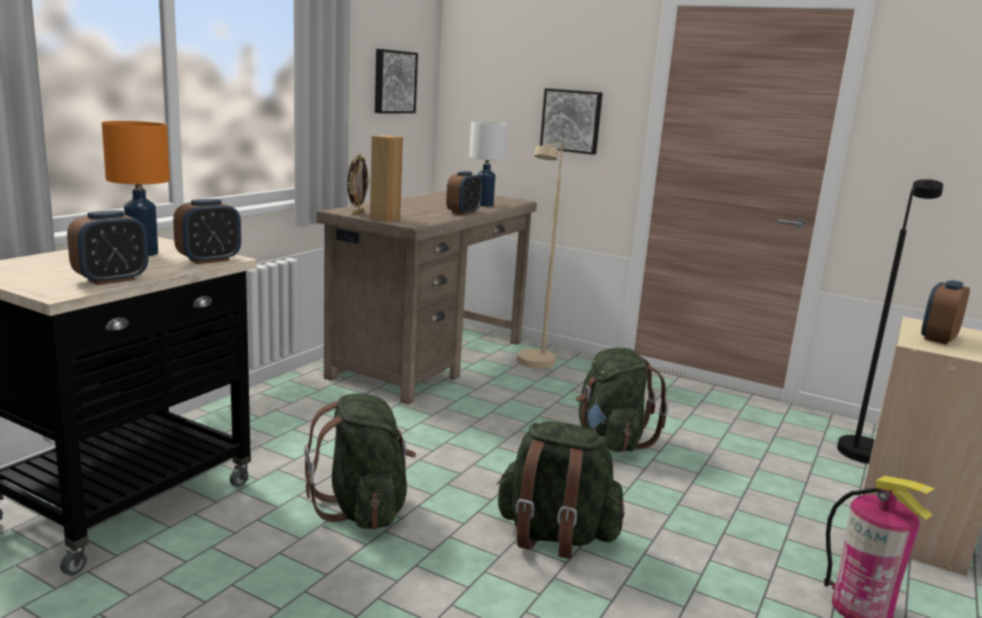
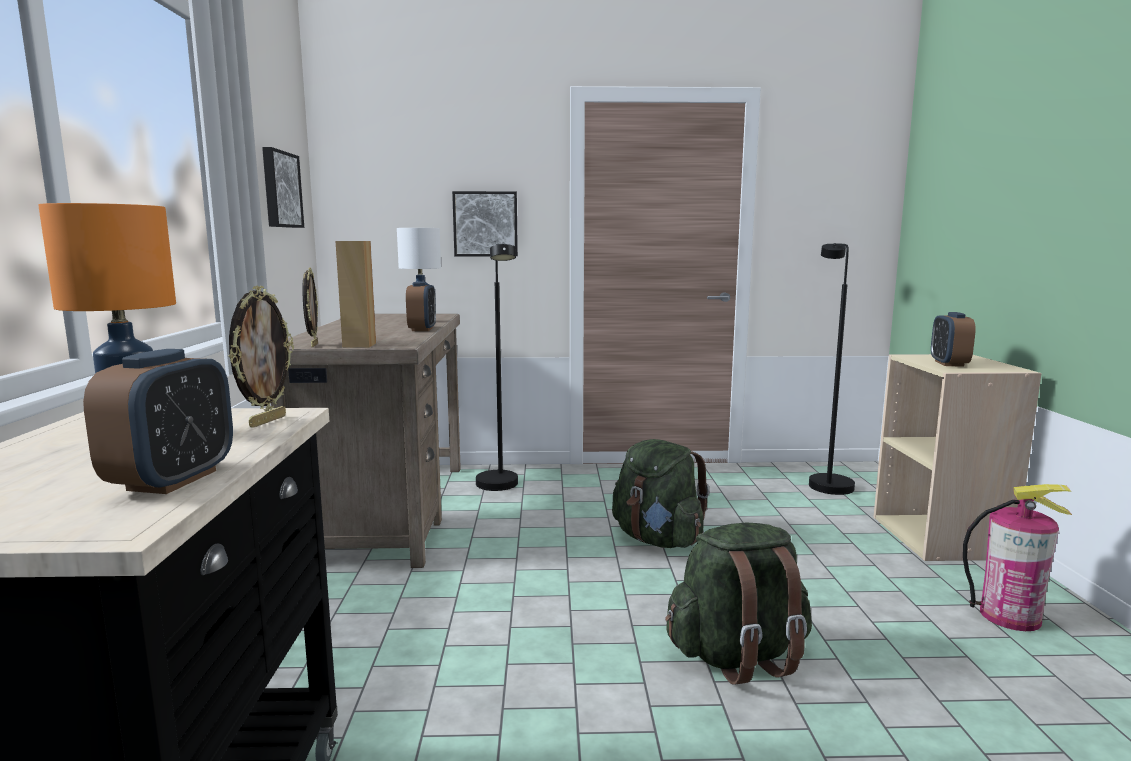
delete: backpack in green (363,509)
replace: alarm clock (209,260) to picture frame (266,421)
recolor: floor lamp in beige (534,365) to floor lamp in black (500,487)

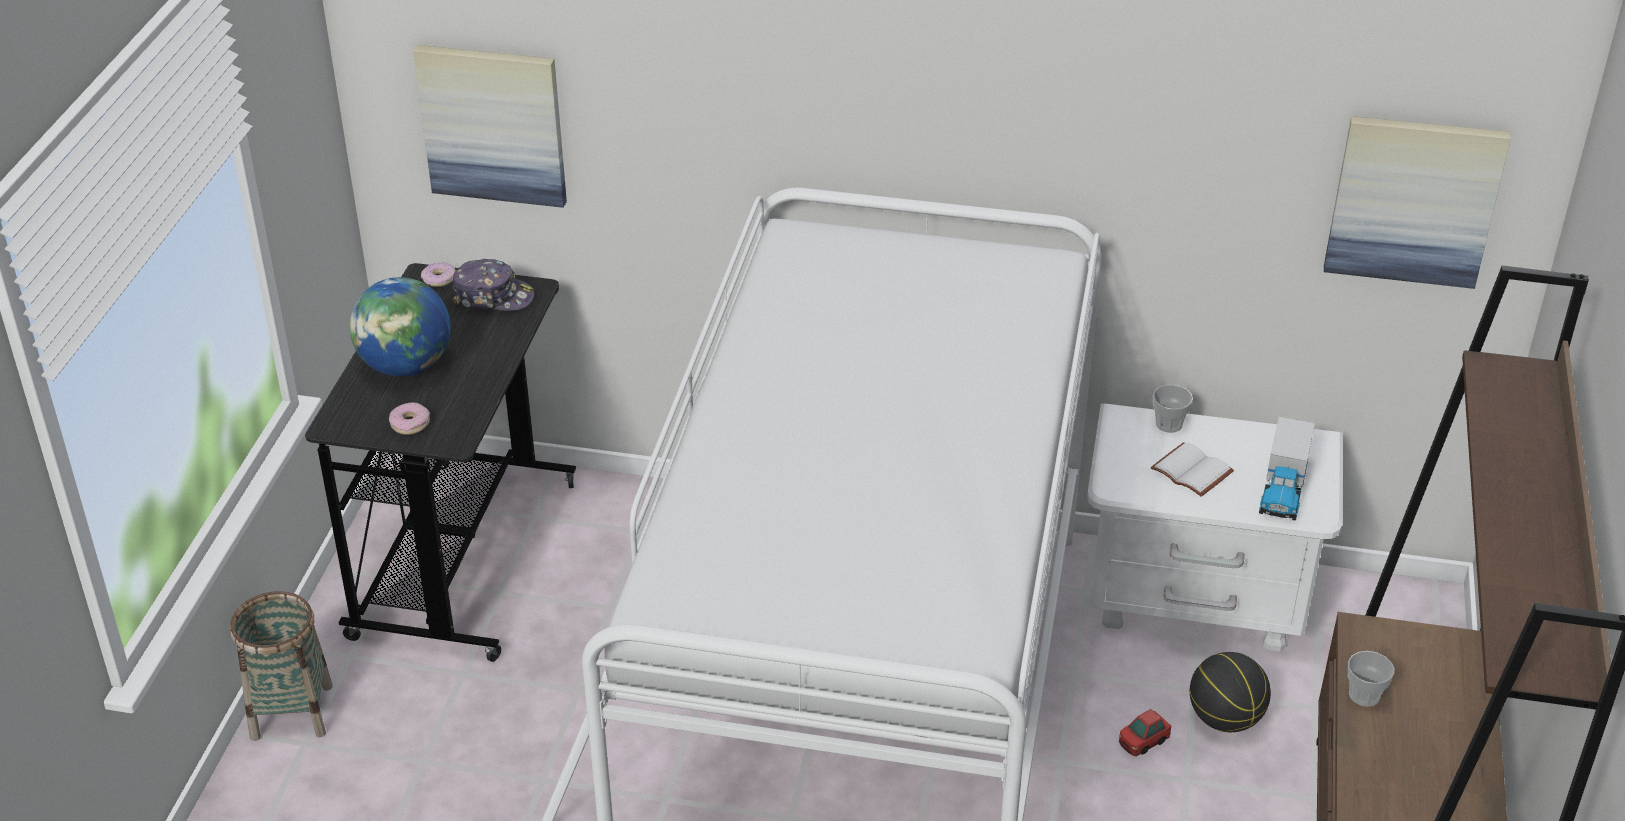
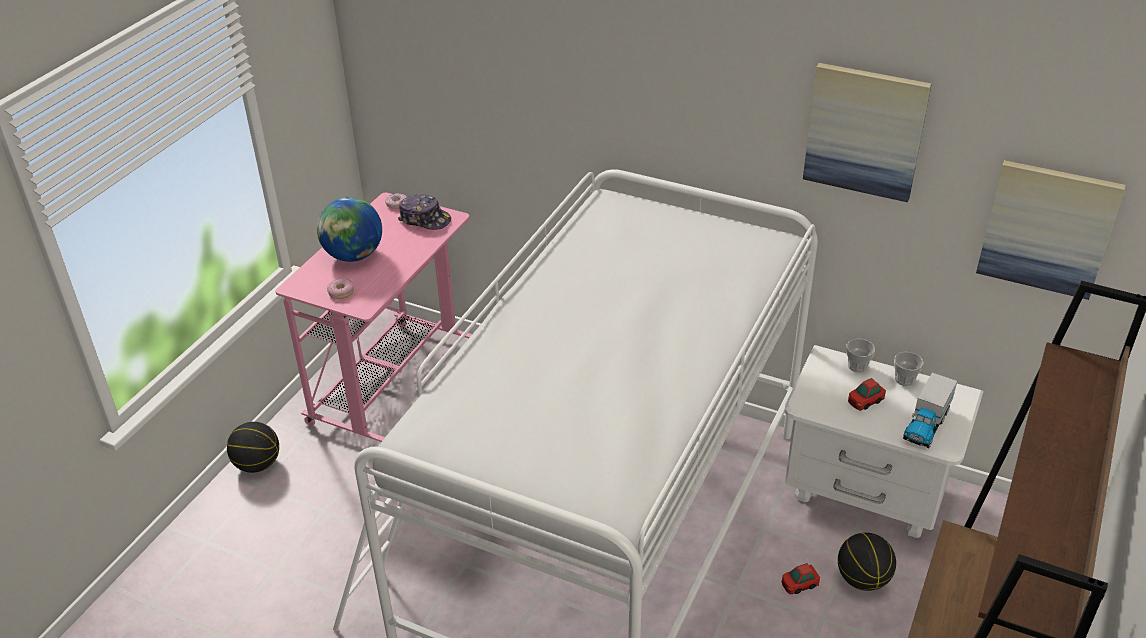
move: picture (493,124) to (865,131); cup (1364,695) to (904,379)
replace: book in white (1193,471) to toy car (865,401); basket (291,711) to basketball (257,464)
recolor: desk in black (465,558) to desk in pink (395,384)

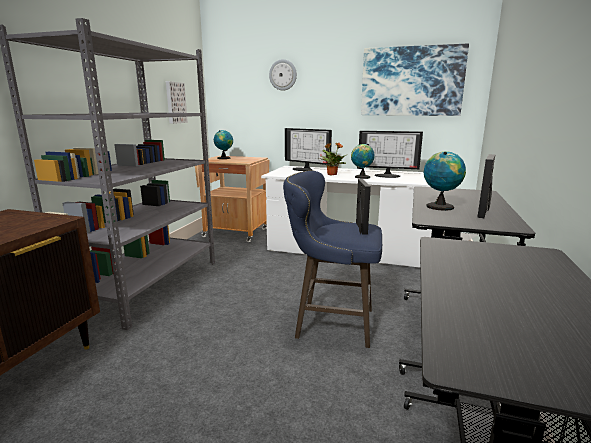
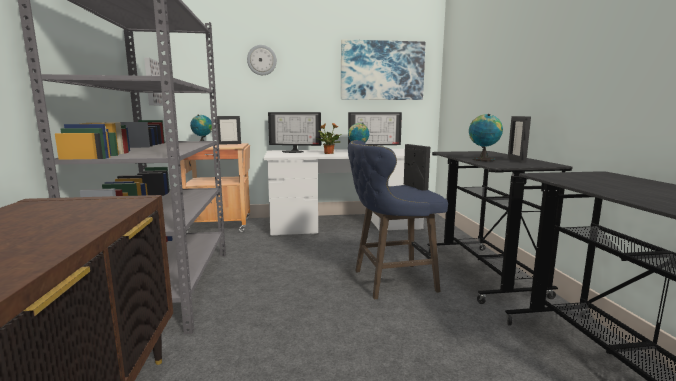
insert: picture frame (229,144)

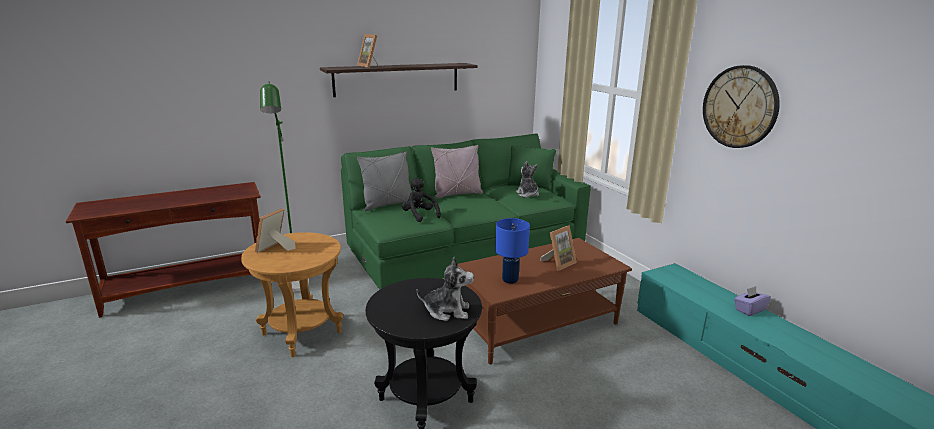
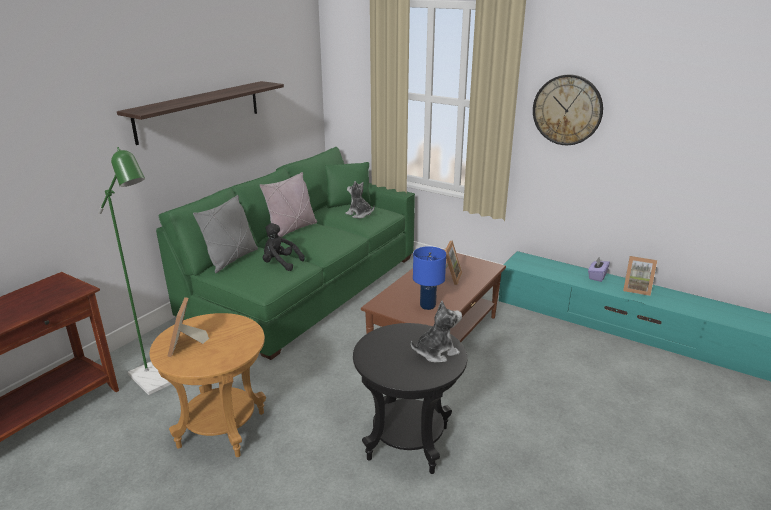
move: picture frame (370,66) to (636,289)

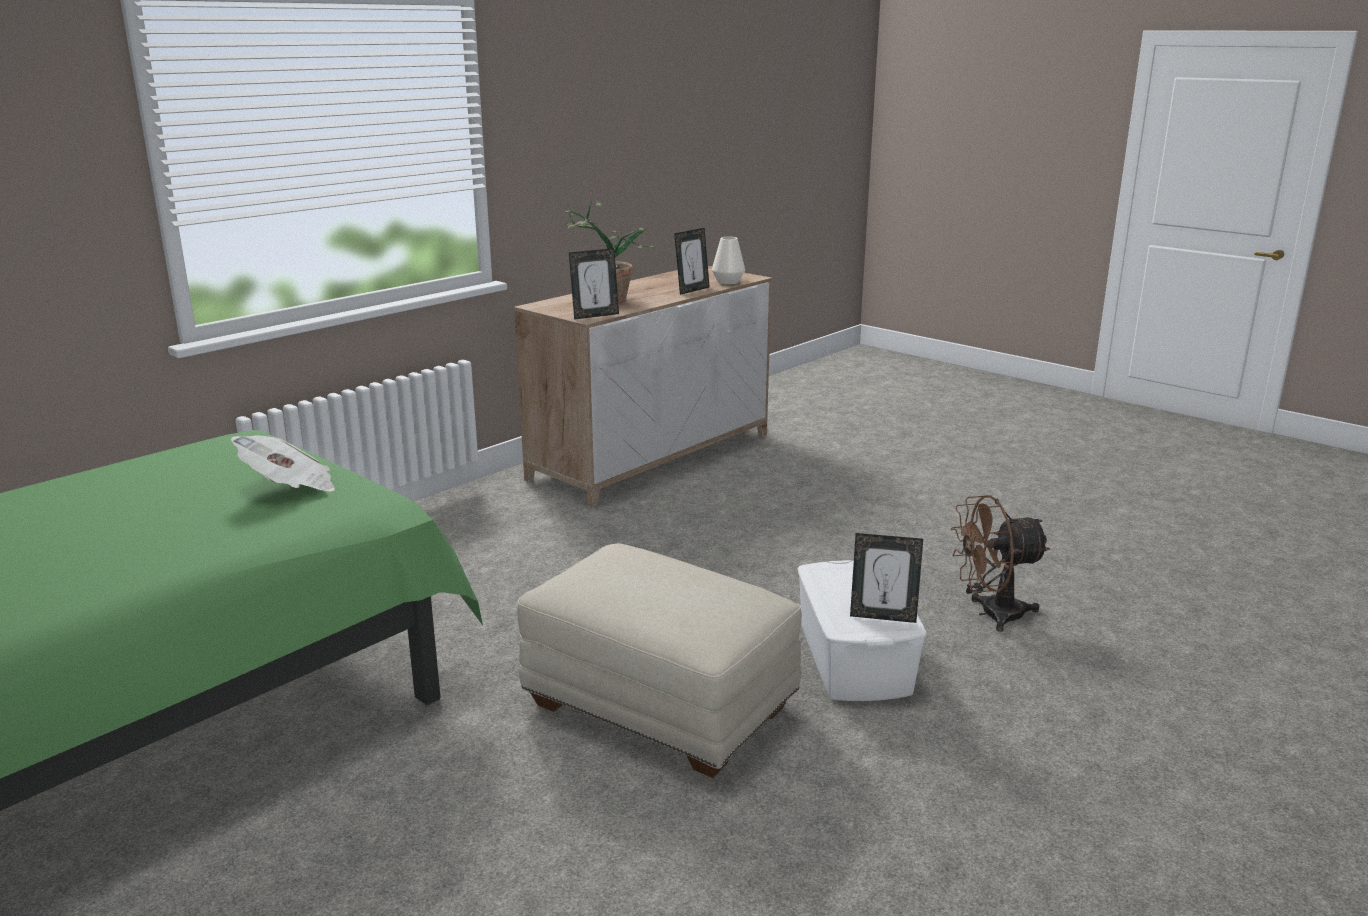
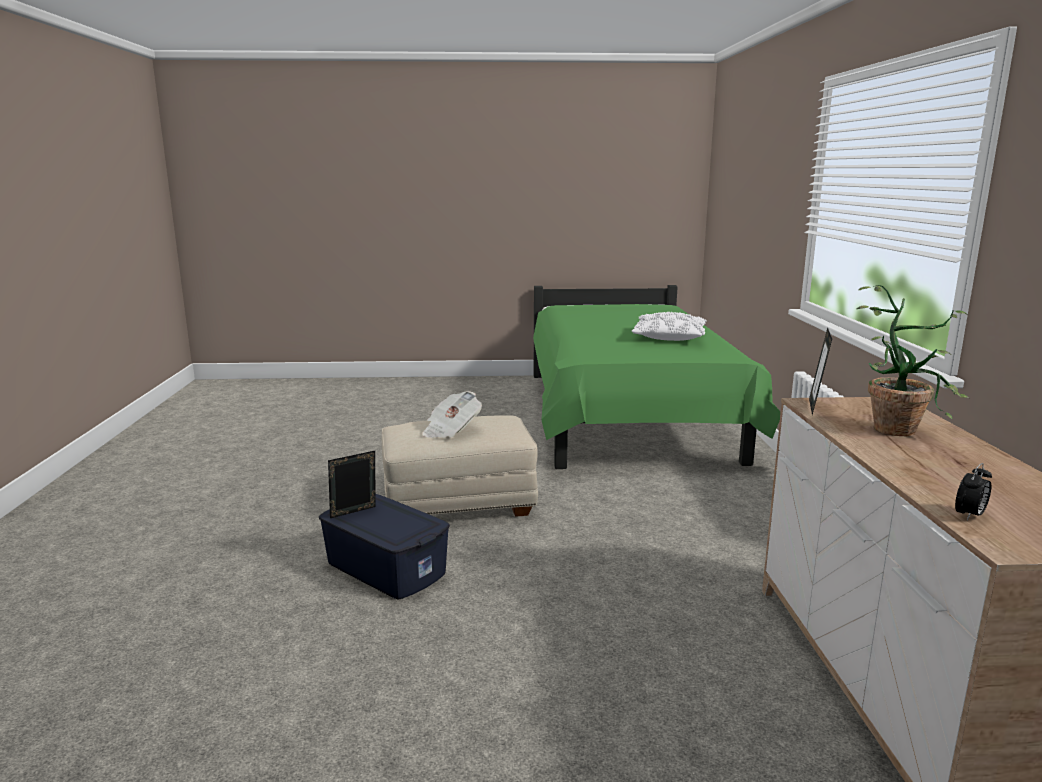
delete: picture frame (692,290); fan in brown (991,614)
insert: pillow in white (669,337)
move: newspaper (290,487) to (451,430)
replace: vase in white (728,282) to alarm clock (969,515)
recolor: storage box in white (853,659) to storage box in blue (386,568)

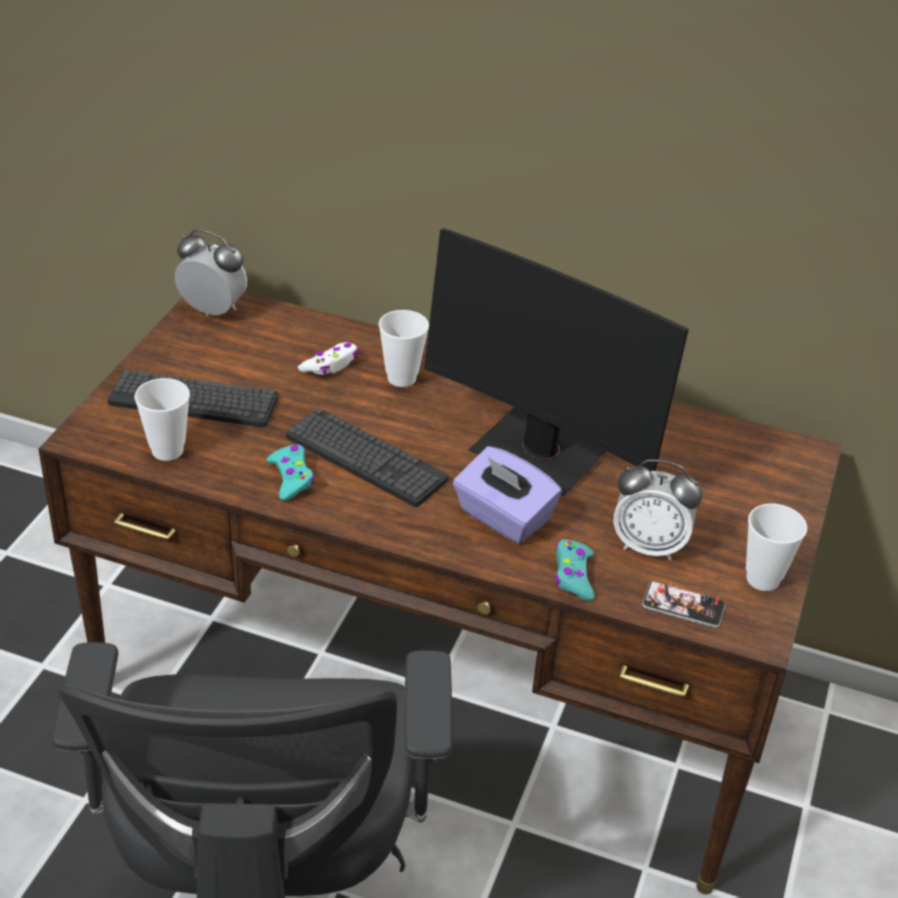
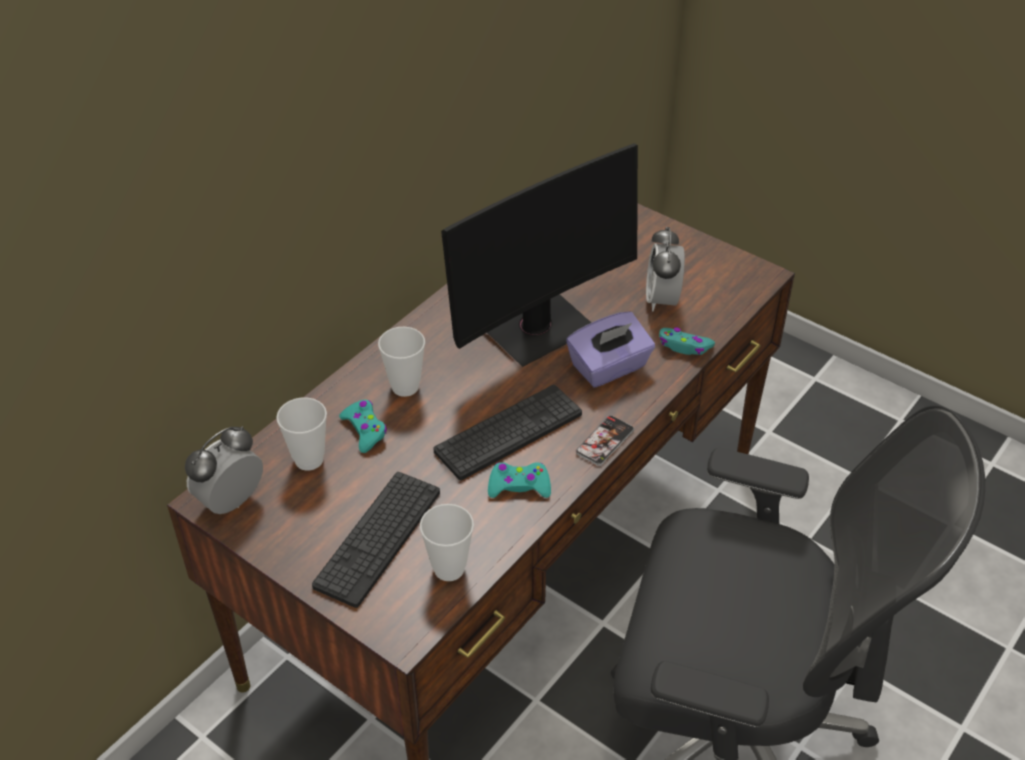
move: cup (762,579) to (309,460); phone (683,606) to (604,441)
recolor: game controller in white (330,365) to game controller in turquoise (365,430)
rotate: alarm clock (649,546) = (662,300) 150 degrees clockwise

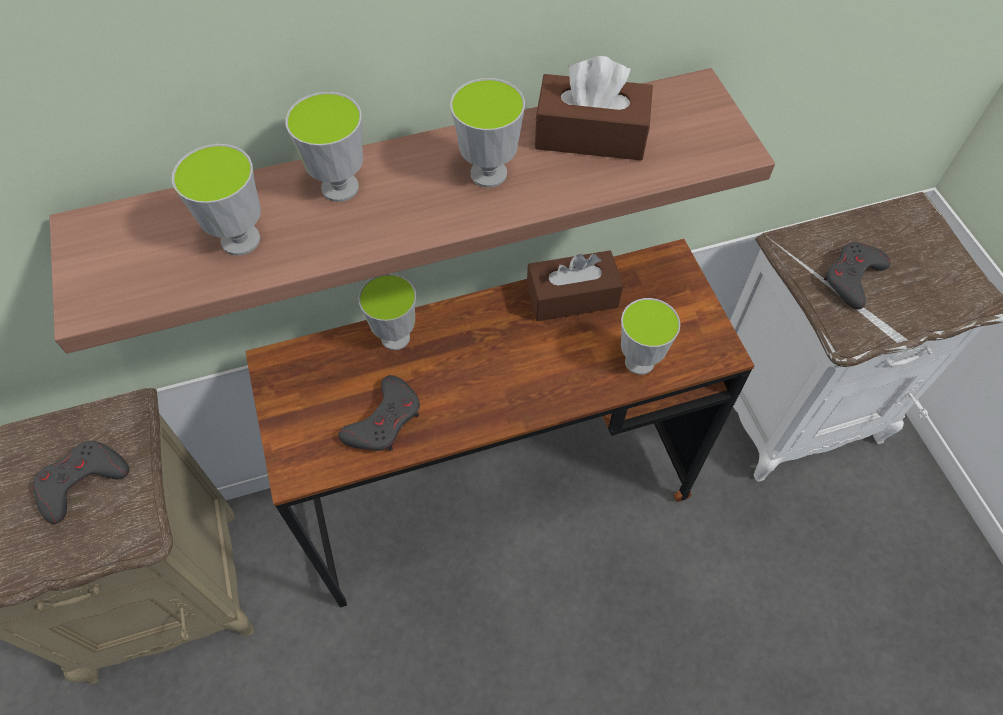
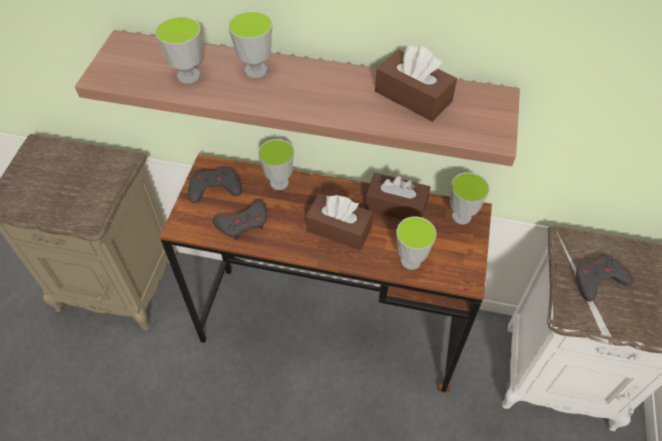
insert: tissue box in brown (339,229)
move: cup (488,173) to (461,216); game controller in grey (81,482) to (214,188)

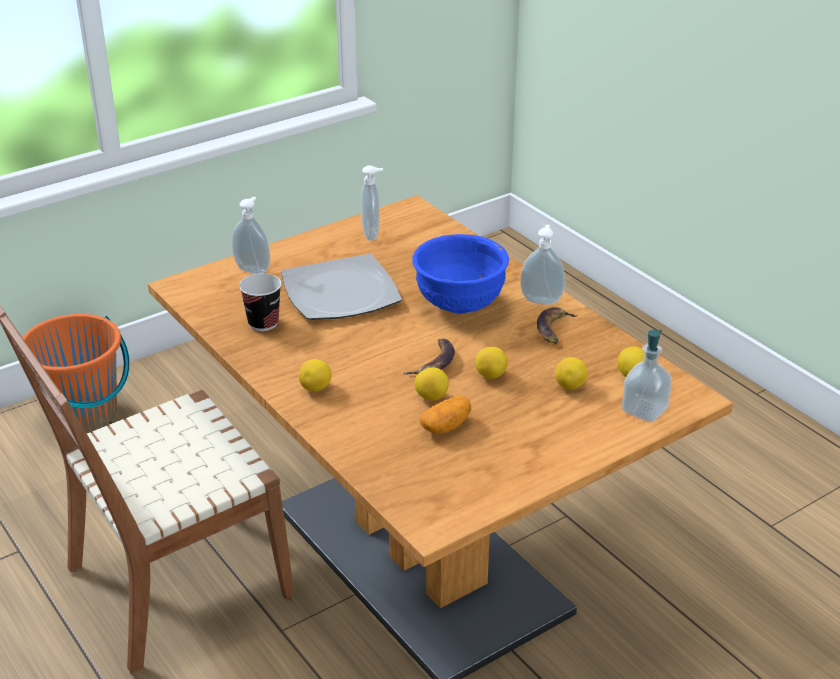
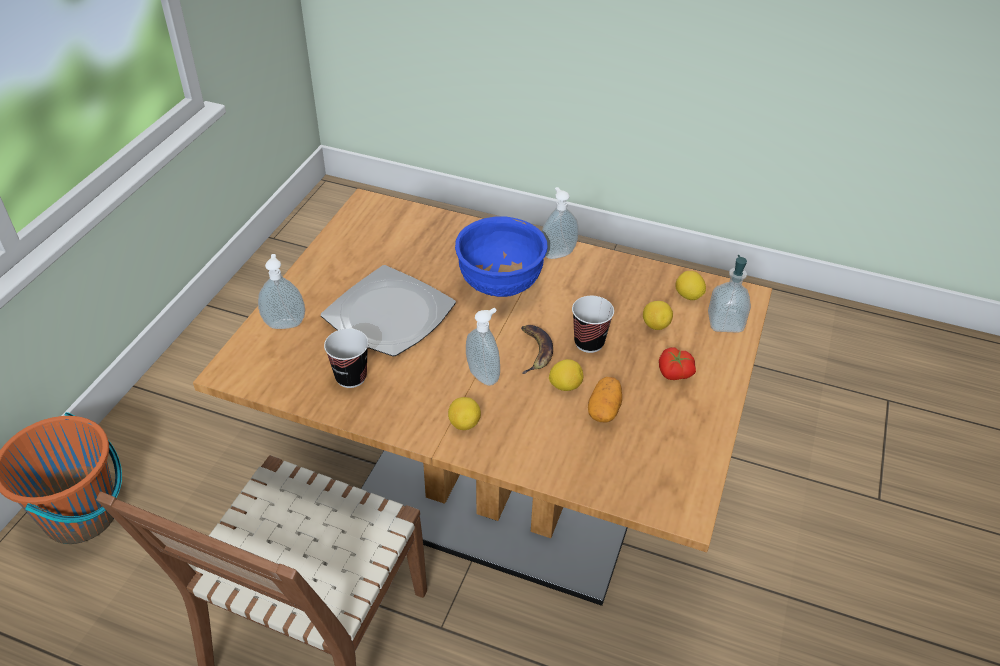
delete: banana (554,329)
insert: tomato (674,373)
move: soap dispenser (372,234) to (484,375)
replace: lemon (490,375) to cup (589,343)

